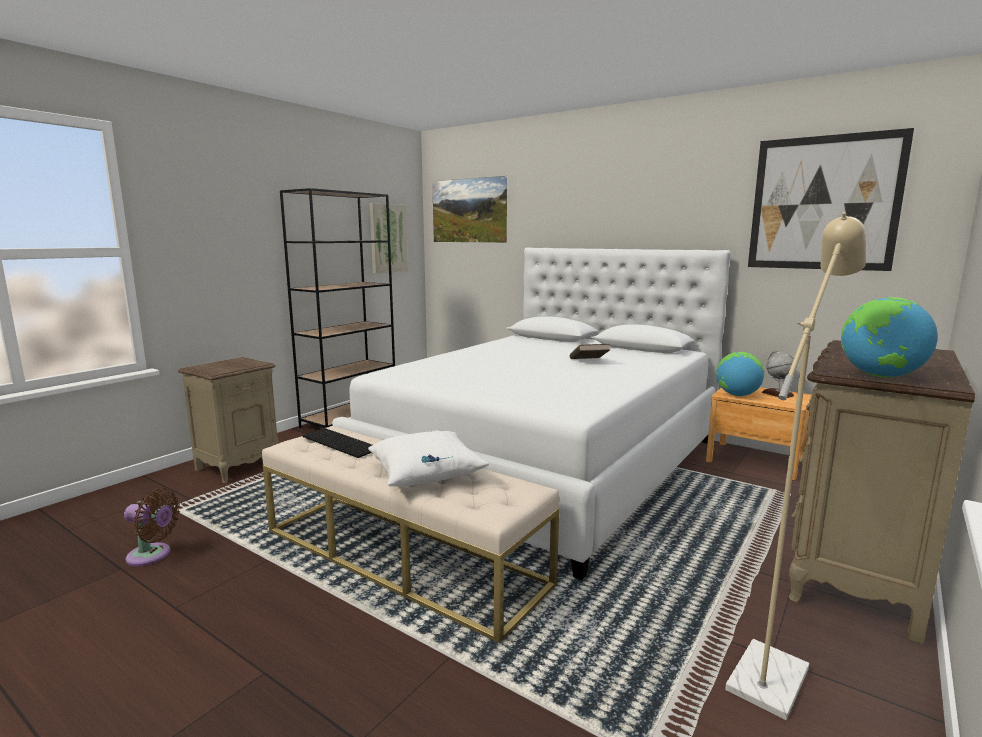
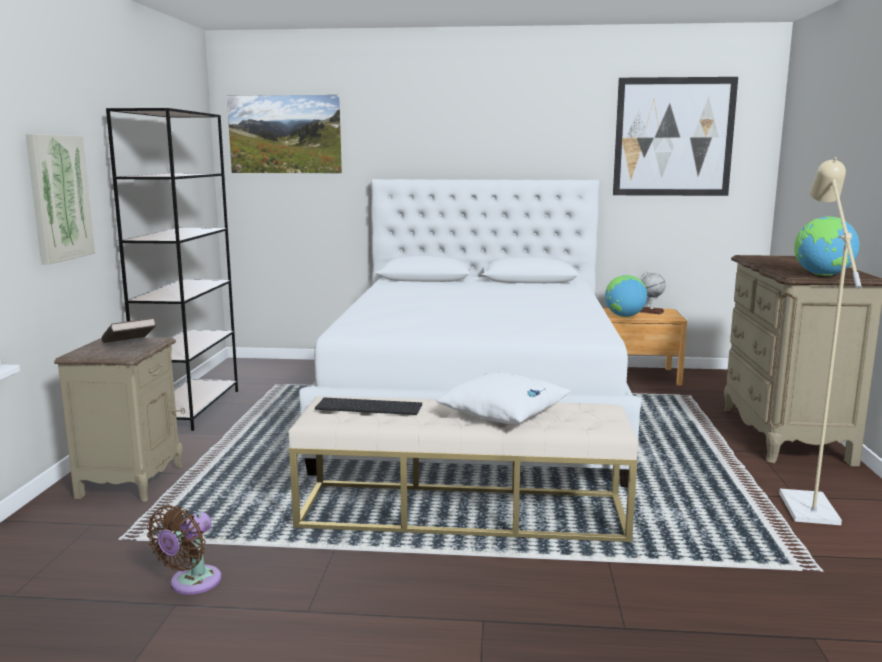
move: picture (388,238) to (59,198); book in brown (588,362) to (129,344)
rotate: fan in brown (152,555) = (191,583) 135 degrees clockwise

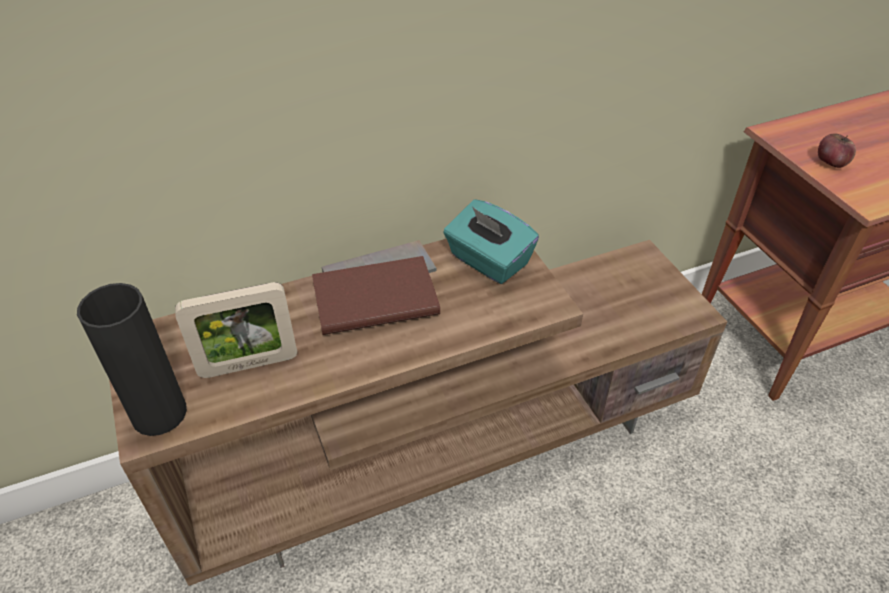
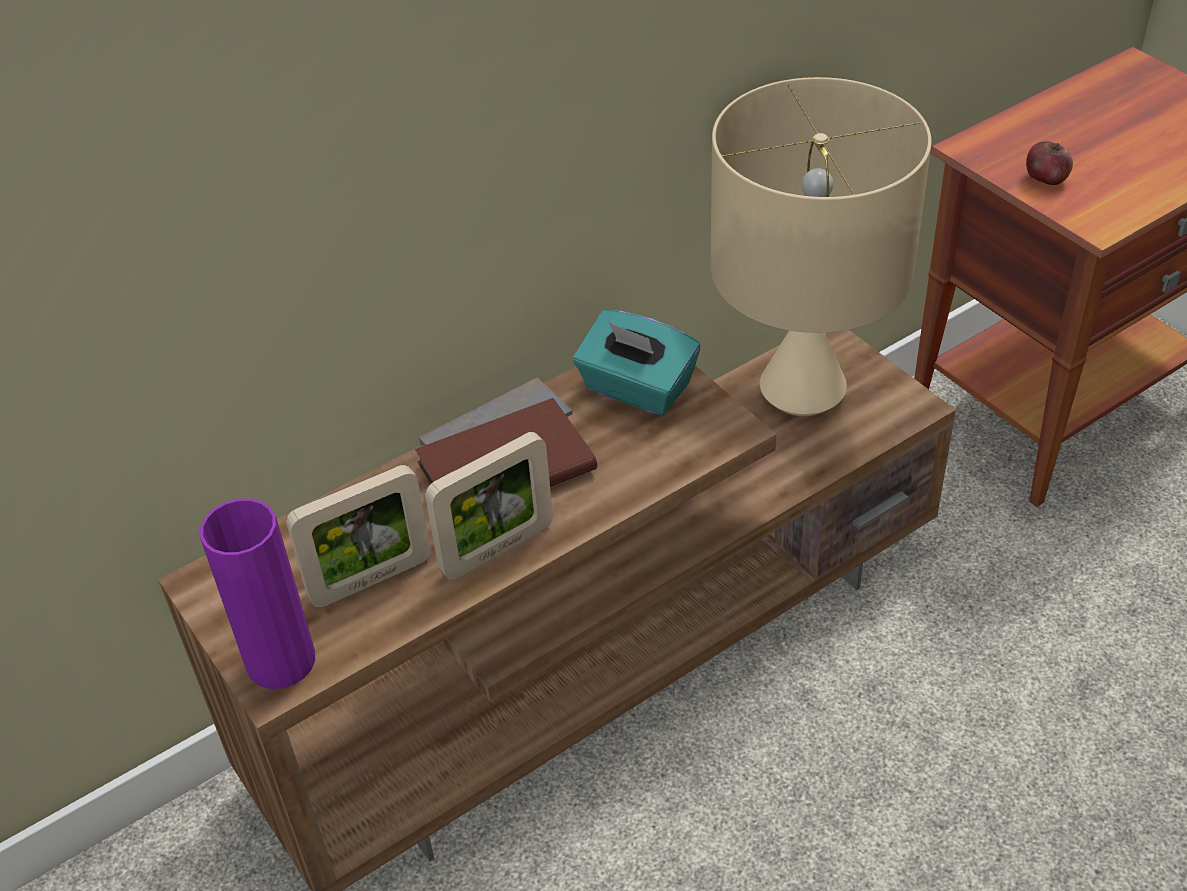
insert: table lamp in beige (802,393); picture frame (497,549)
recolor: vase in black (159,414) to vase in purple (281,661)

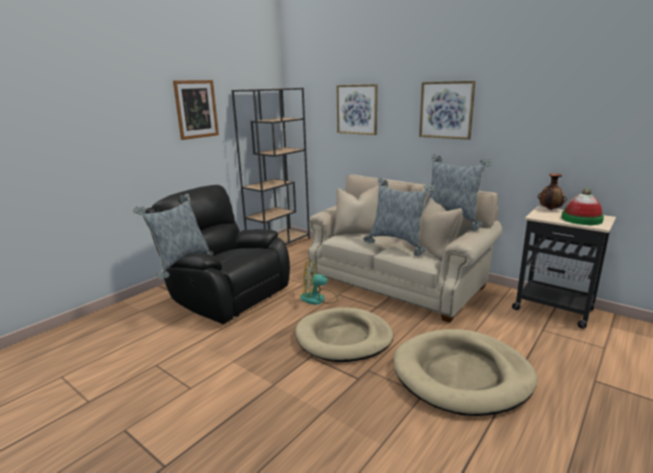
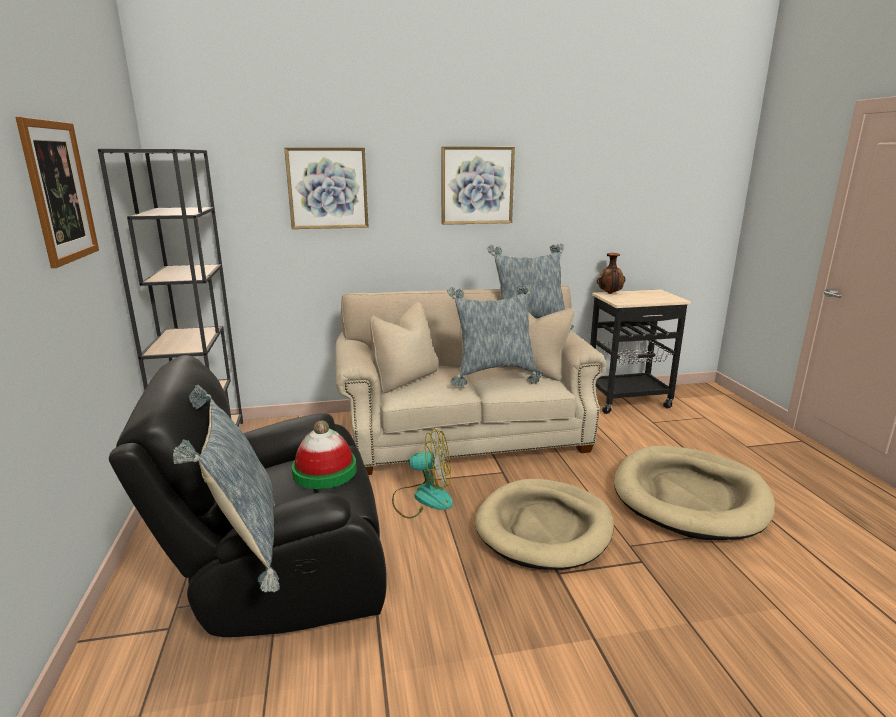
move: hat (581,219) to (324,471)
rotate: fan (318,299) = (423,498) 120 degrees counterclockwise

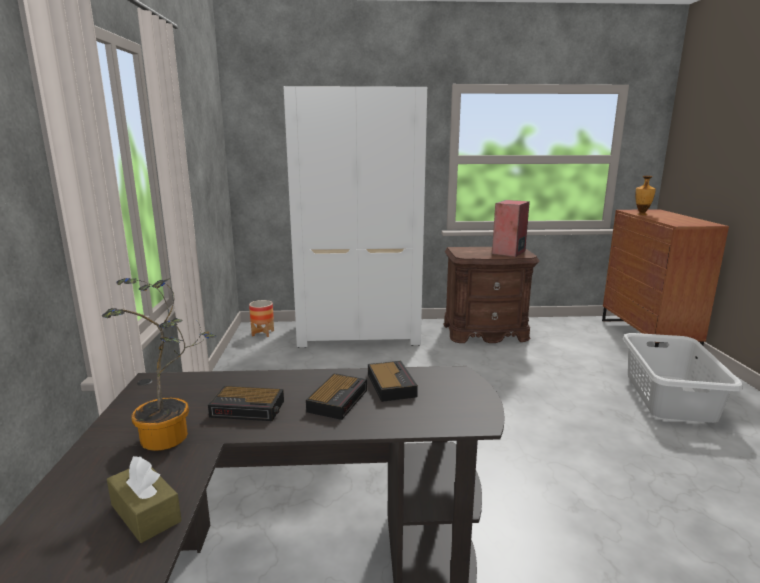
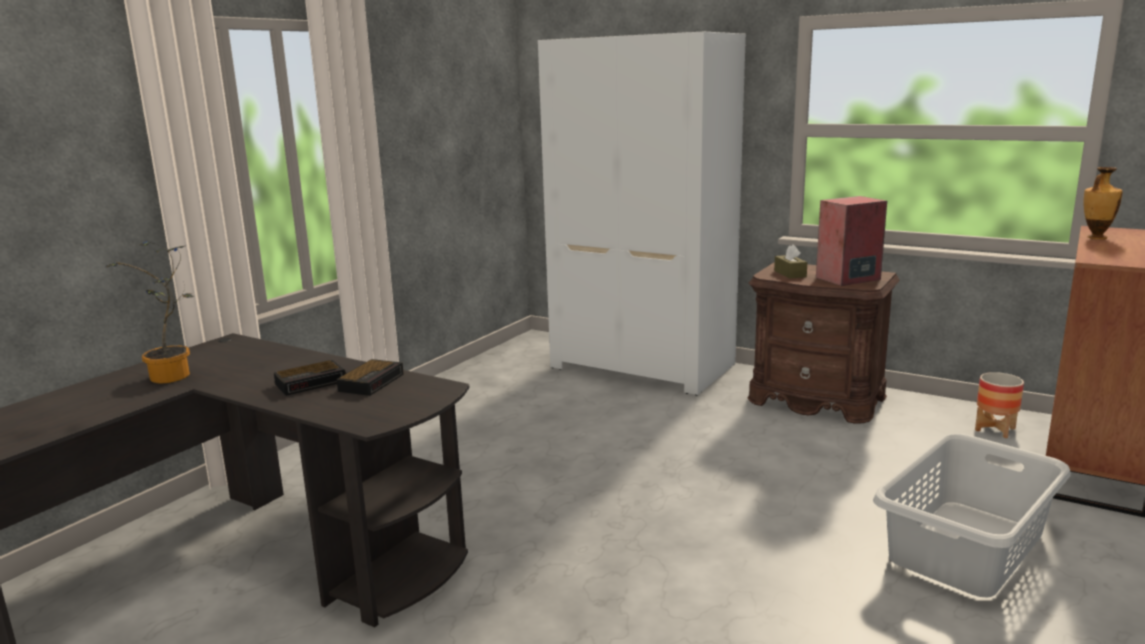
delete: alarm clock (249,409)
move: planter (263,333) to (995,429); tissue box in brown (145,513) to (790,273)

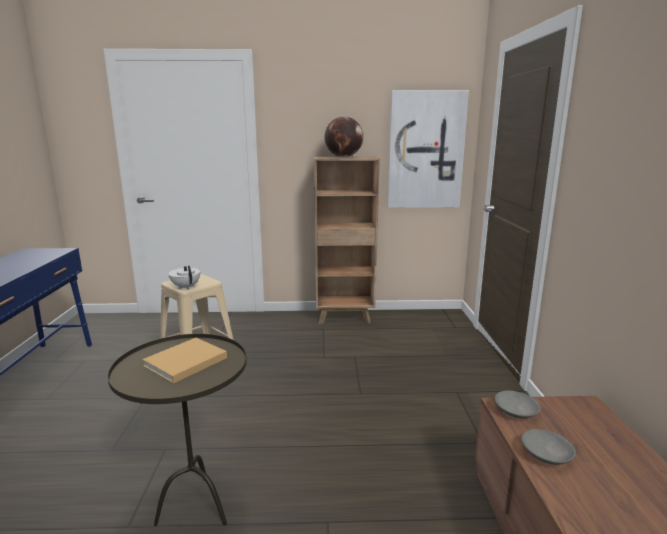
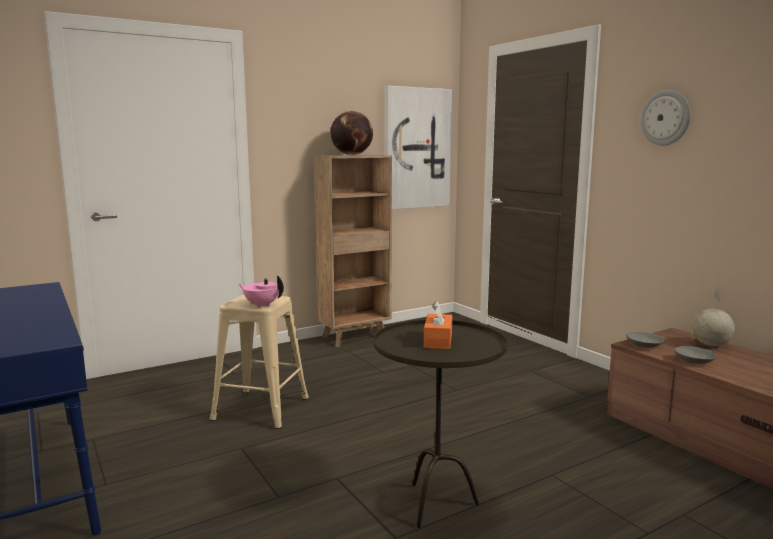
insert: wall clock (665,118); globe (711,345)
replace: book in beige (184,362) to tissue box in orange (438,340)
recolor: teapot in white (186,287) to teapot in pink (262,305)

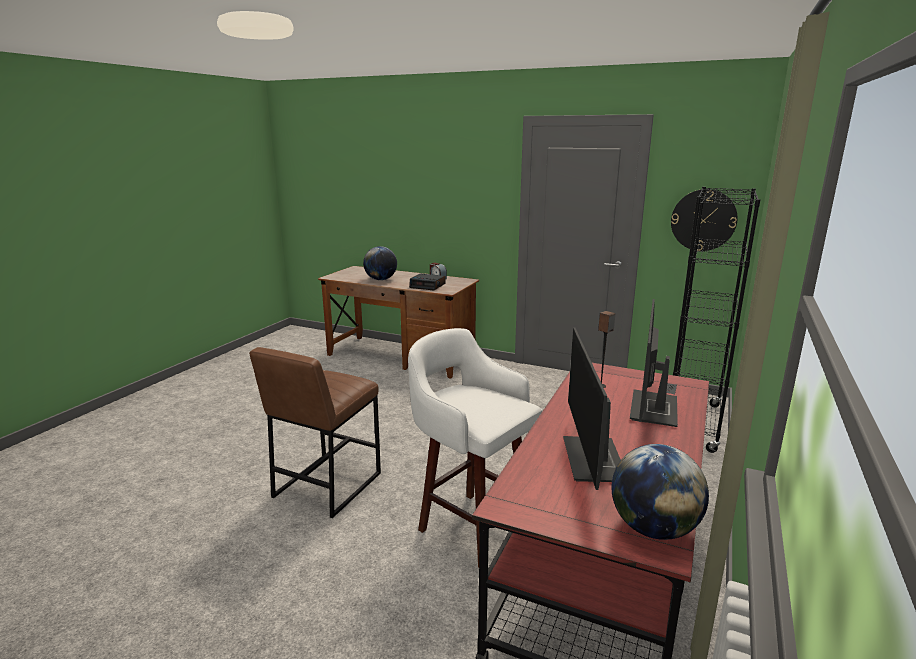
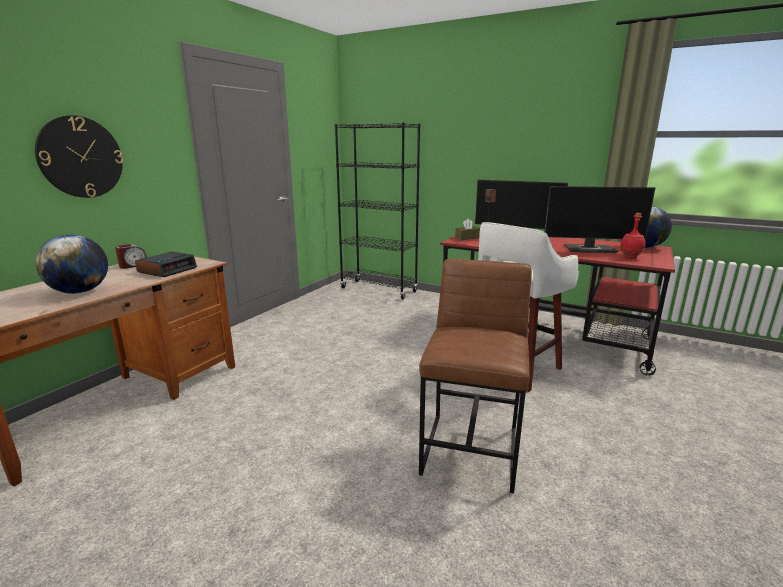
insert: bottle in red (630,257); tissue box in brown (467,238)
move: wall clock (703,220) to (80,157)
rotate: chair in brown (326,486) = (470,449) 105 degrees counterclockwise

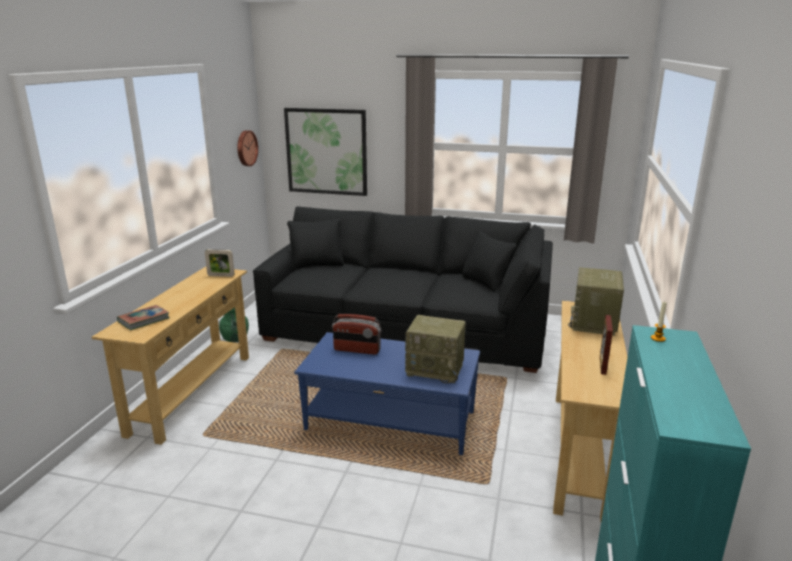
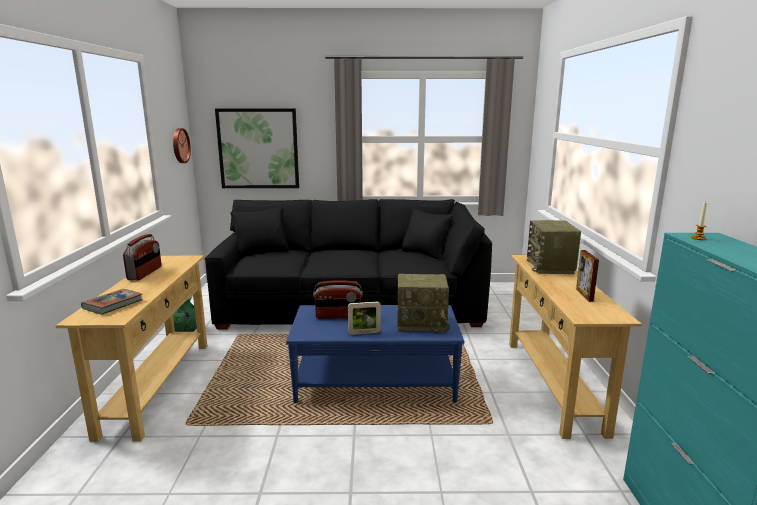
insert: radio (145,273)
move: picture frame (221,275) to (364,333)

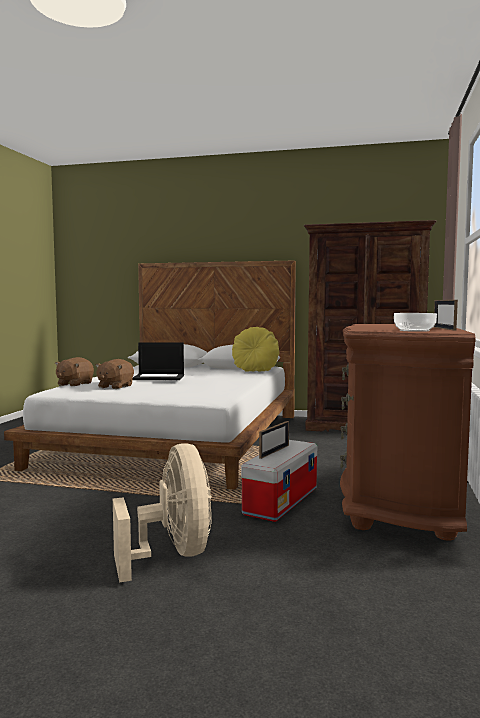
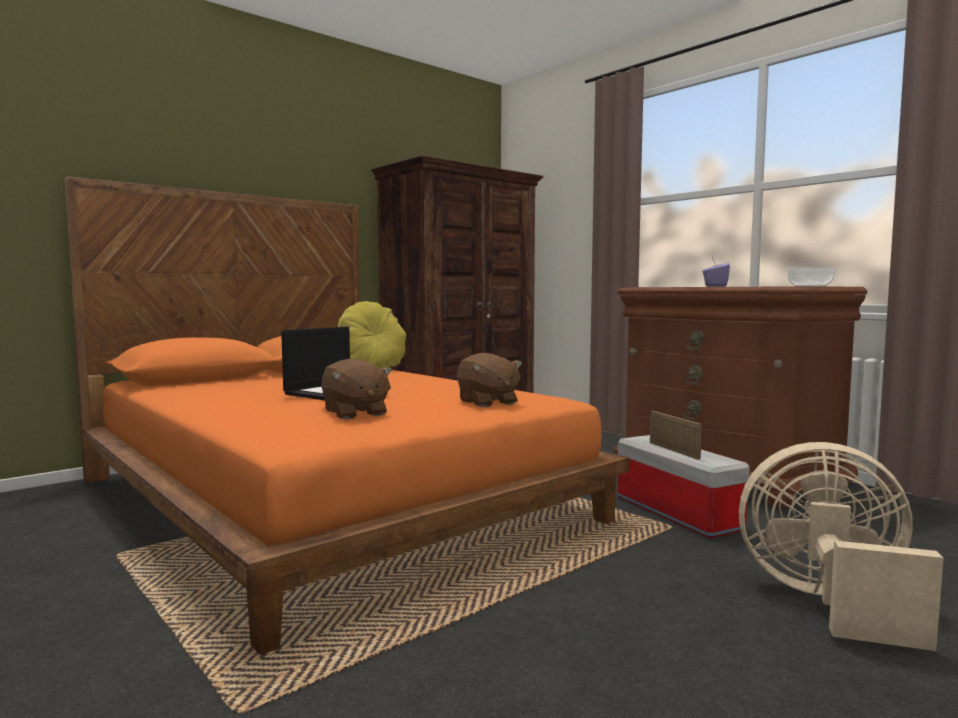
delete: picture frame (444,328)
insert: tissue box in purple (715,286)
move: plush toy in brown (74,384) to (487,402)
recolor: bed in white (179,439) to bed in orange (329,499)

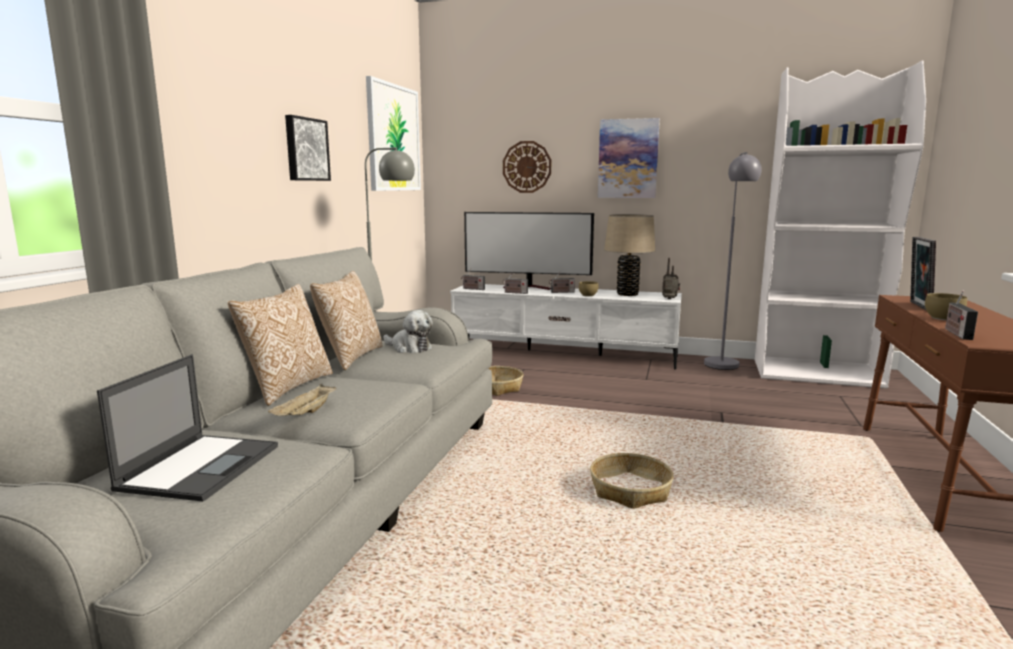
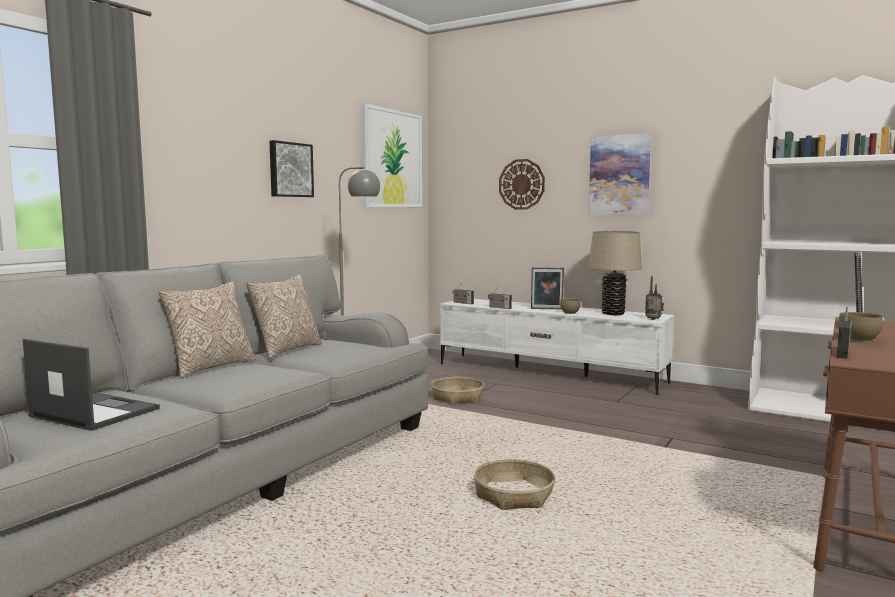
delete: floor lamp in grey (724,368); television (529,287); plush toy (409,348); tray in beige (306,414)
replace: radio (561,292) to picture frame (546,309)
rotate: laptop (201,466) = (93,412) 90 degrees counterclockwise

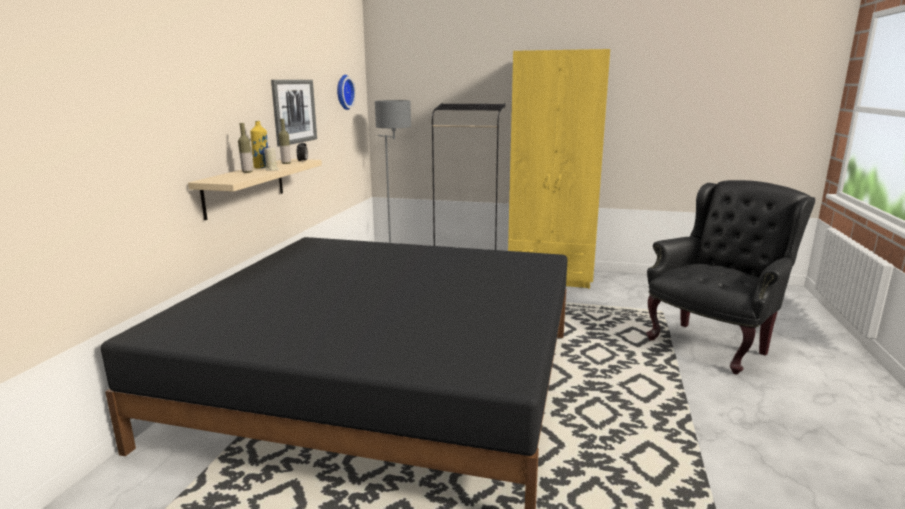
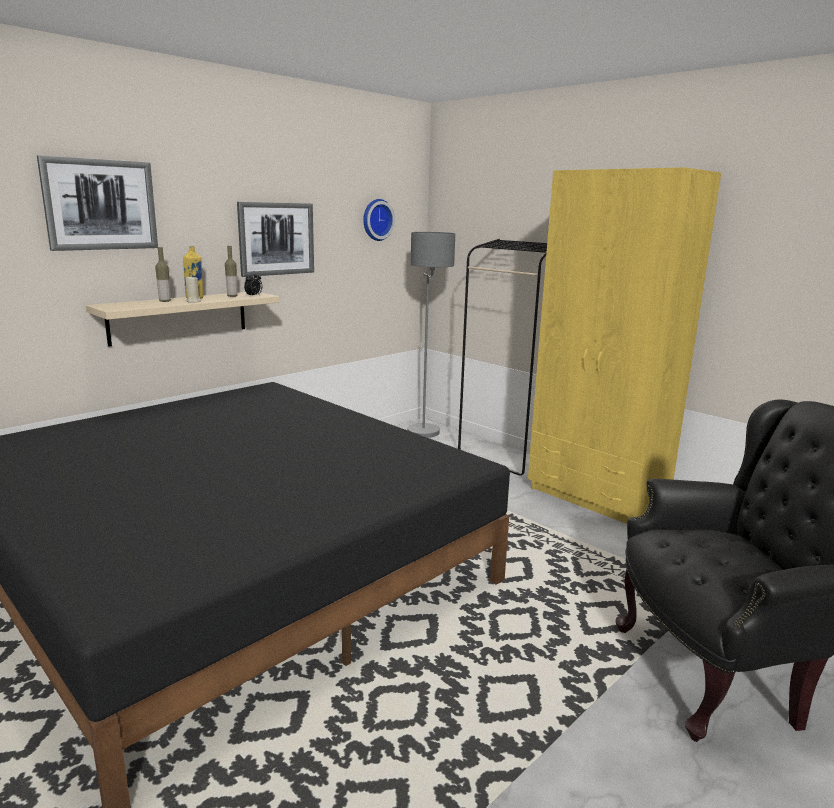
insert: picture (100,205)

